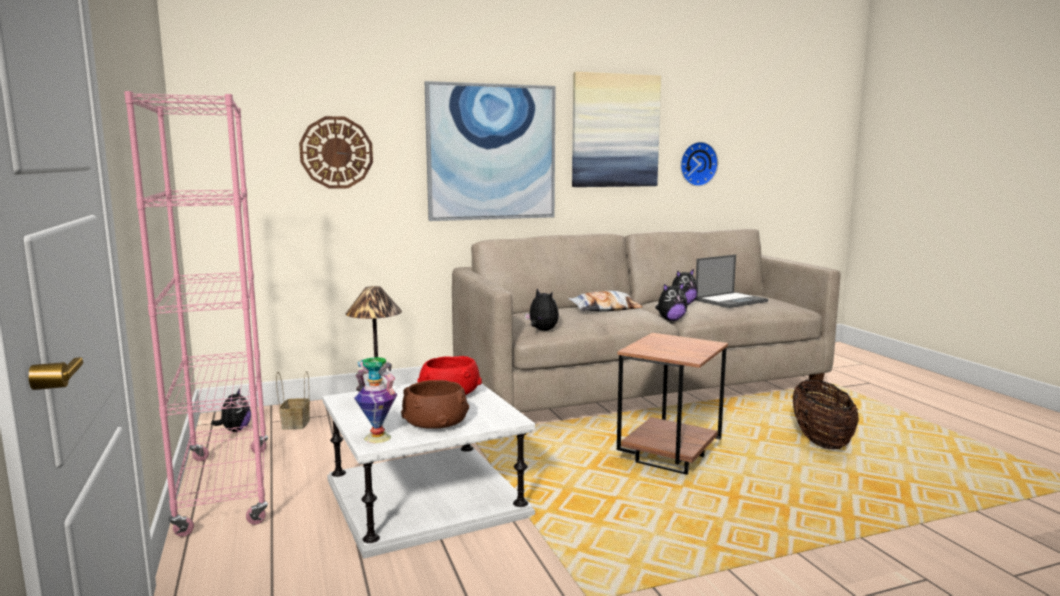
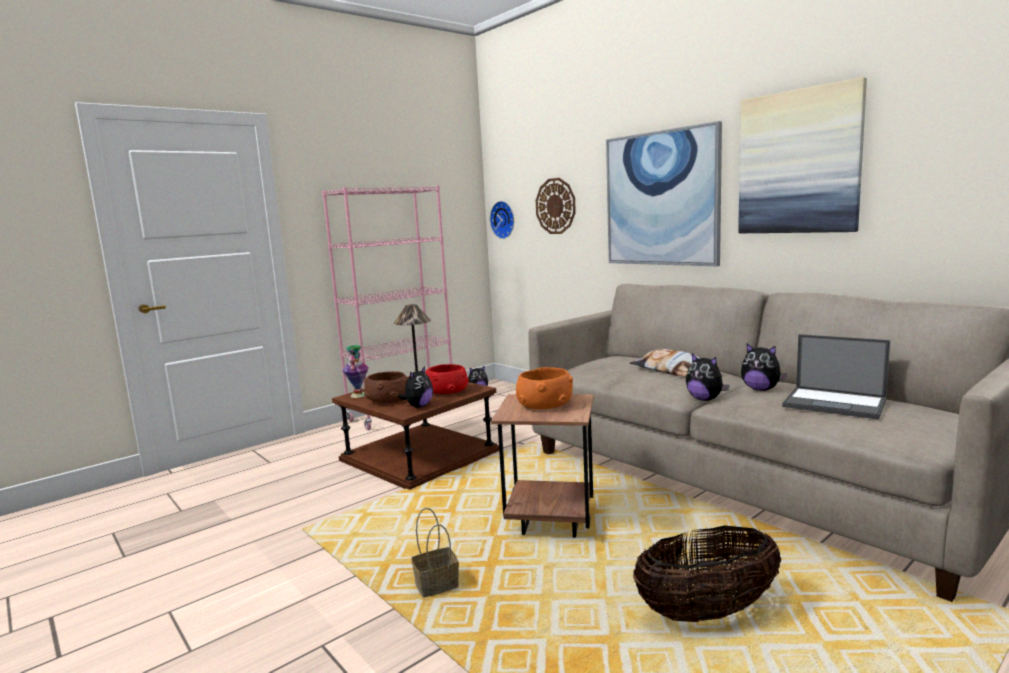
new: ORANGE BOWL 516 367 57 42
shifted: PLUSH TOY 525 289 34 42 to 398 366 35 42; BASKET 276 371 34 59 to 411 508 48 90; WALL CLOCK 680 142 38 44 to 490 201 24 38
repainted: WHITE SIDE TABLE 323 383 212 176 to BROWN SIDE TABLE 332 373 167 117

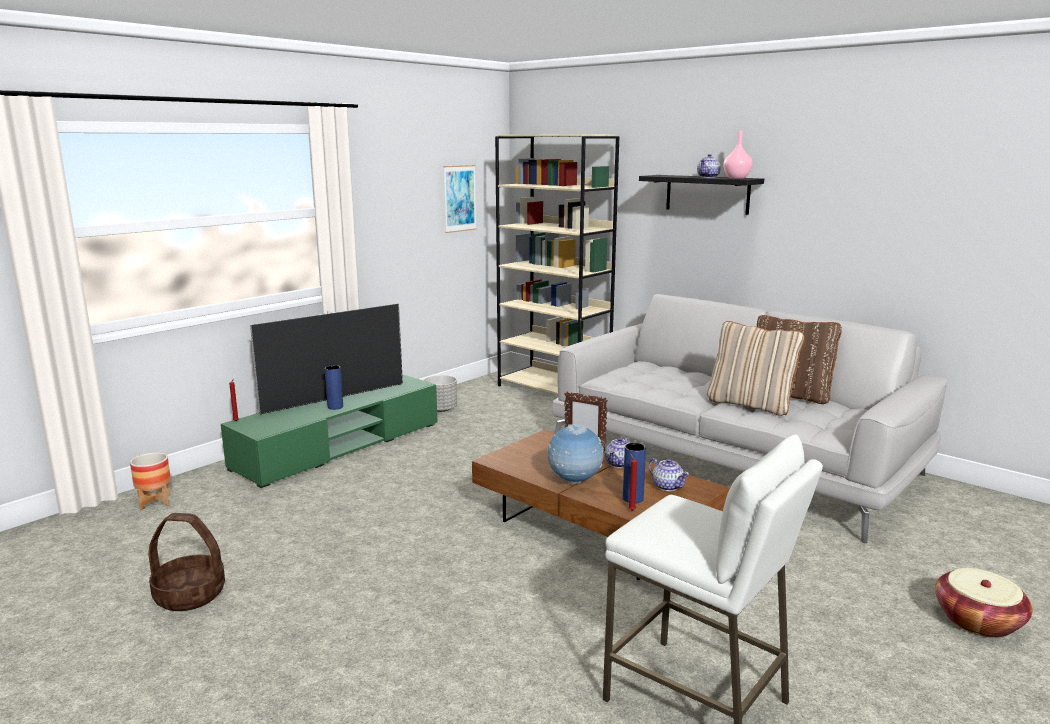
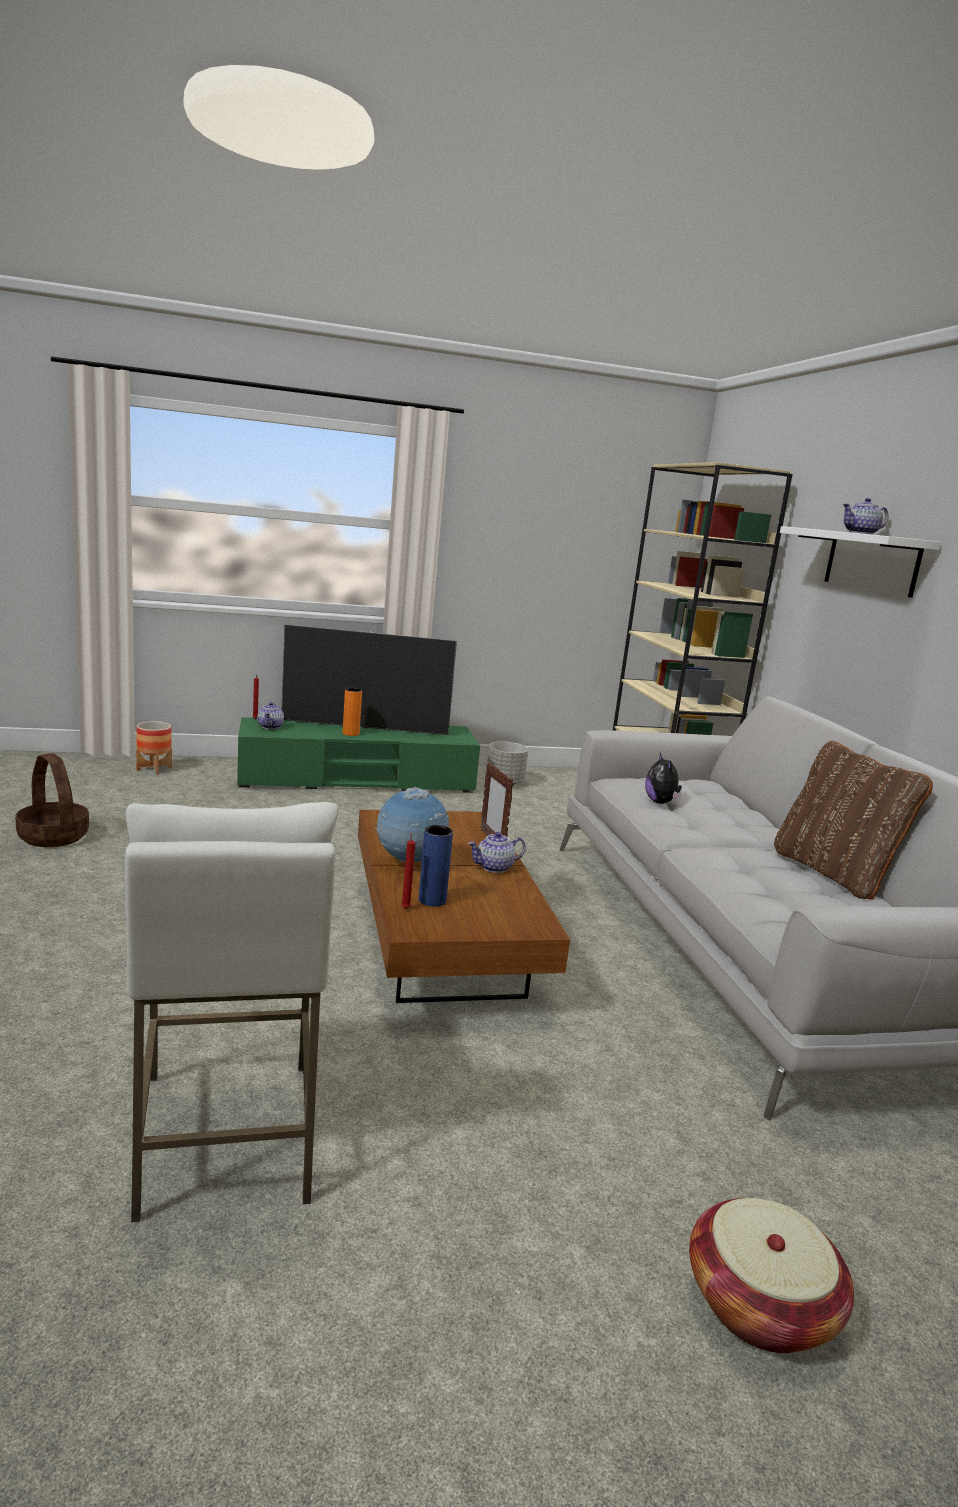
gone: PICTURE 444 165 33 68; BEIGE PILLOW 707 321 98 95; PINK VASE 723 131 30 48
new: PLUSH TOY 645 753 37 51
shifted: TEAPOT 648 458 41 33 to 257 702 27 27
repainted: BLUE VASE 325 365 18 45 to ORANGE VASE 343 688 19 48; BLACK SHELF 639 175 125 40 to WHITE SHELF 780 526 161 72

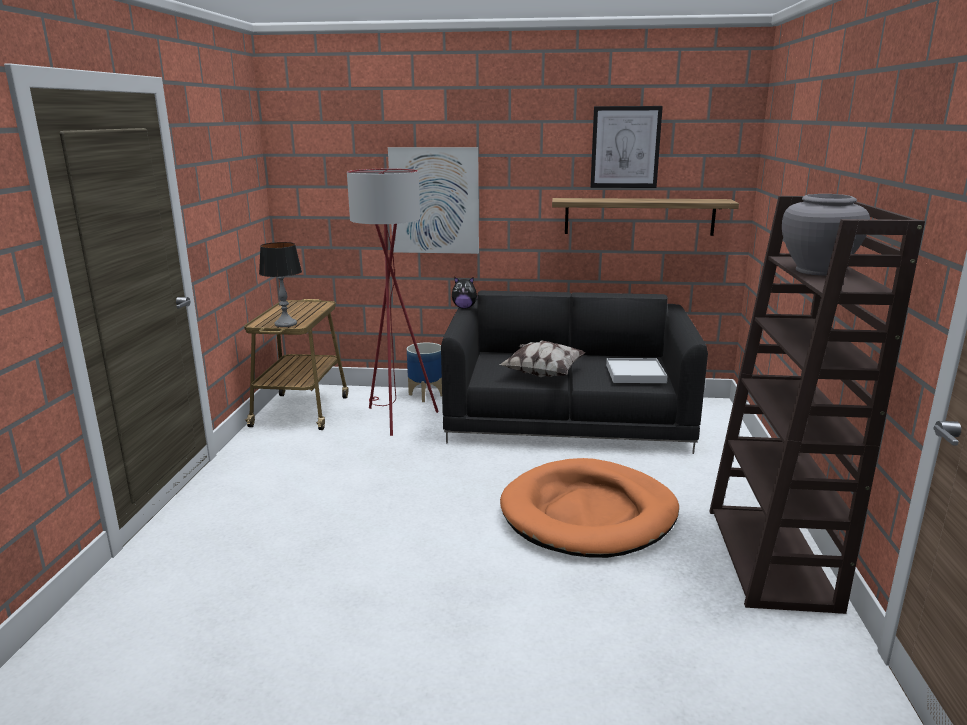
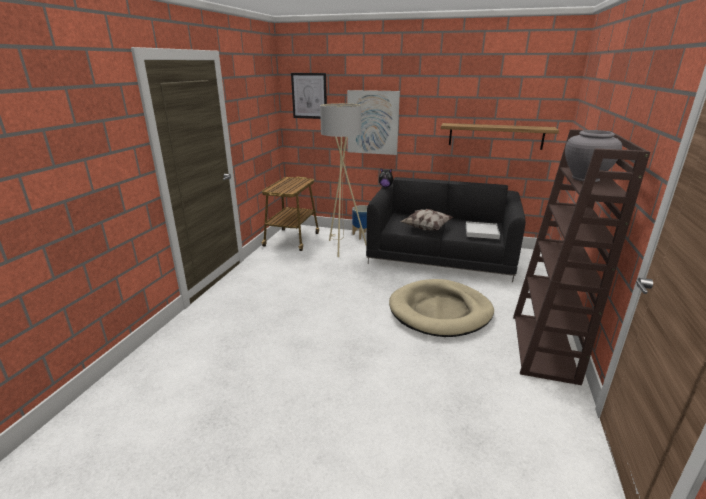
gone: TABLE LAMP 259 242 43 85
shifted: PICTURE 590 106 73 82 to 291 73 36 46
repainted: RED FLOOR LAMP 347 169 92 267 to BEIGE FLOOR LAMP 320 103 46 154; ORANGE DOG BED 500 458 179 100 to BEIGE DOG BED 389 279 105 58

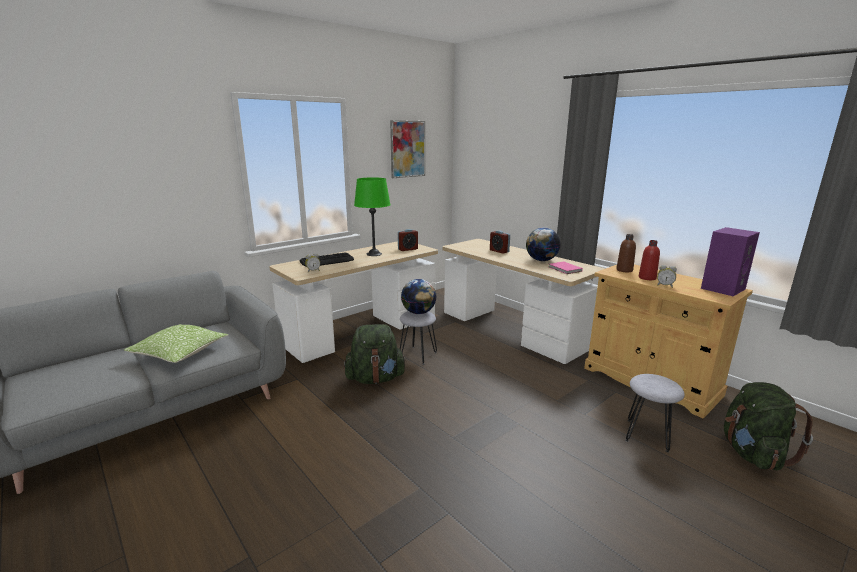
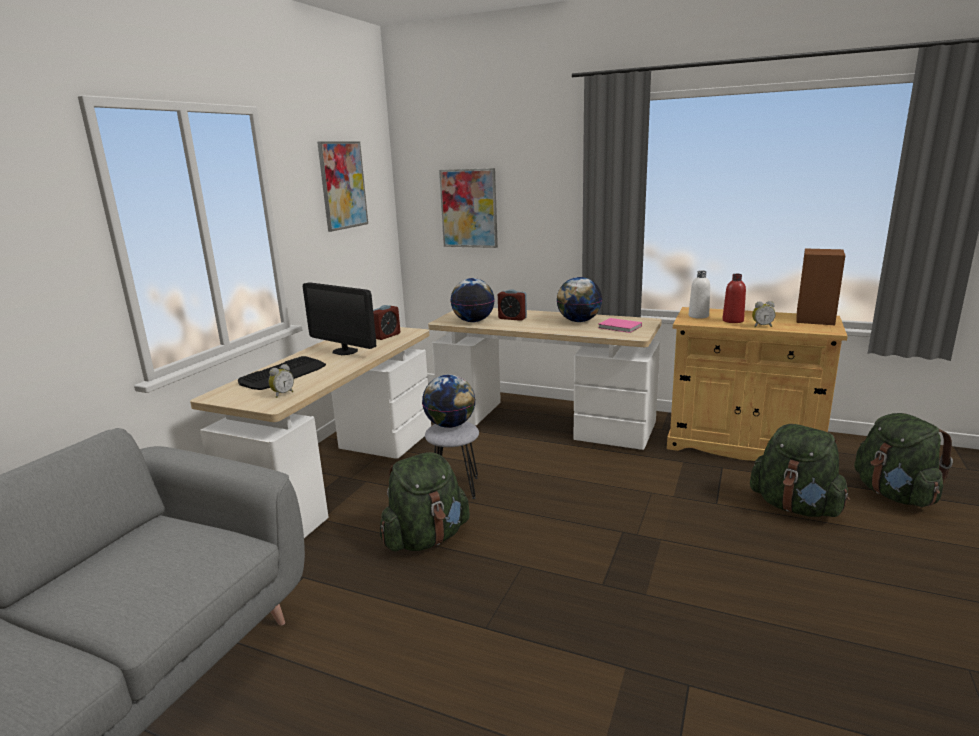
gone: PILLOW 124 324 104 39
new: PICTURE 439 168 59 80; GLOBE 450 278 45 44
swapped: GREEN TABLE LAMP 354 177 37 79 to MONITOR 303 282 73 73; GREY STOOL 625 374 60 79 to GREEN BACKPACK 750 424 100 93
repainted: BROWN BOTTLE 616 234 20 38 to WHITE BOTTLE 689 271 21 48; PURPLE SPEAKER 701 227 59 69 to BROWN SPEAKER 796 249 49 76

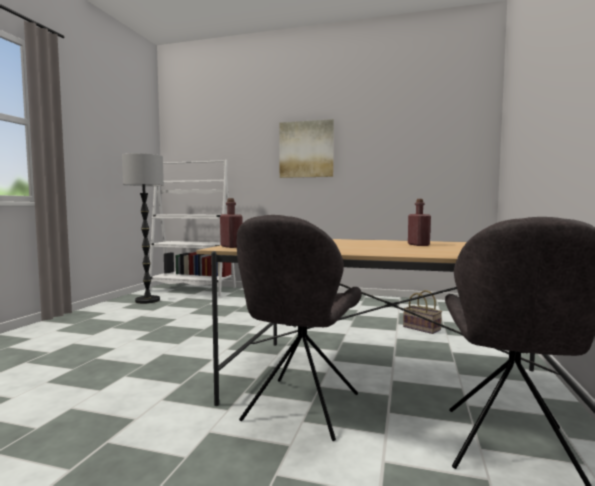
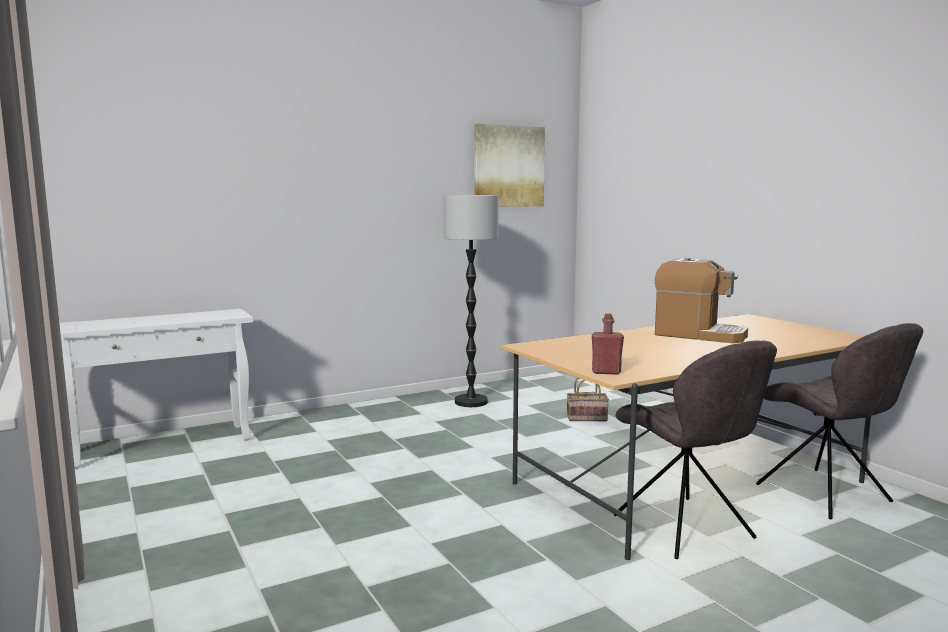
shifted: FLOOR LAMP 122 153 42 151 to 443 195 56 212; PICTURE 279 119 55 59 to 474 124 71 83
swapped: WHITE BOOKCASE 149 160 87 136 to WHITE CONSOLE TABLE 59 309 194 160; RED BOTTLE 408 199 23 47 to COFFEE MACHINE 655 258 93 85

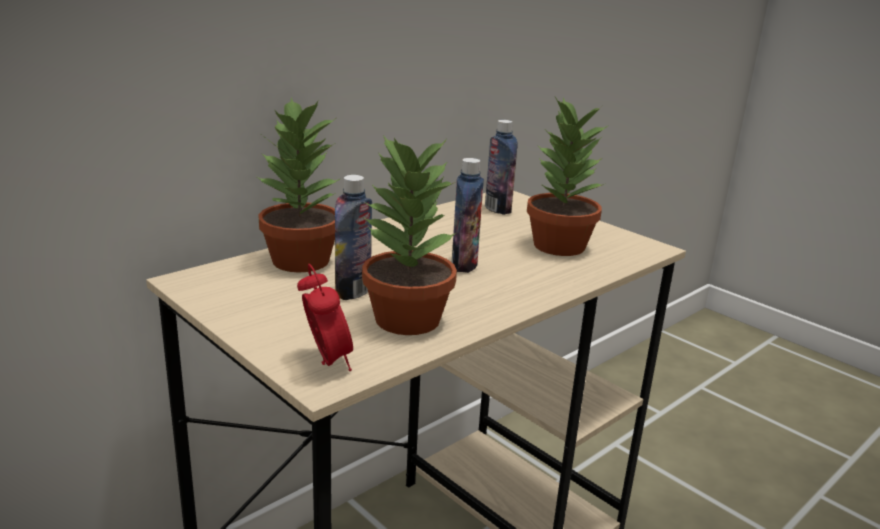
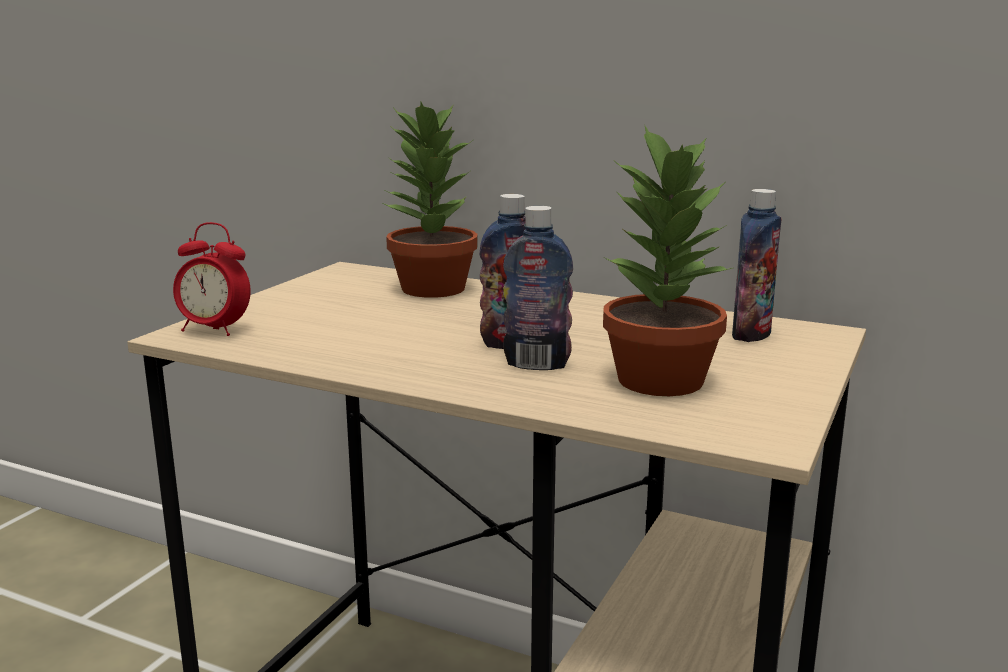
gone: POTTED PLANT 362 135 95 200
shifted: BOTTLE 335 175 37 125 to 503 206 70 164
rotated: ALARM CLOCK 297 264 56 107 = 173 222 78 114 60 degrees clockwise

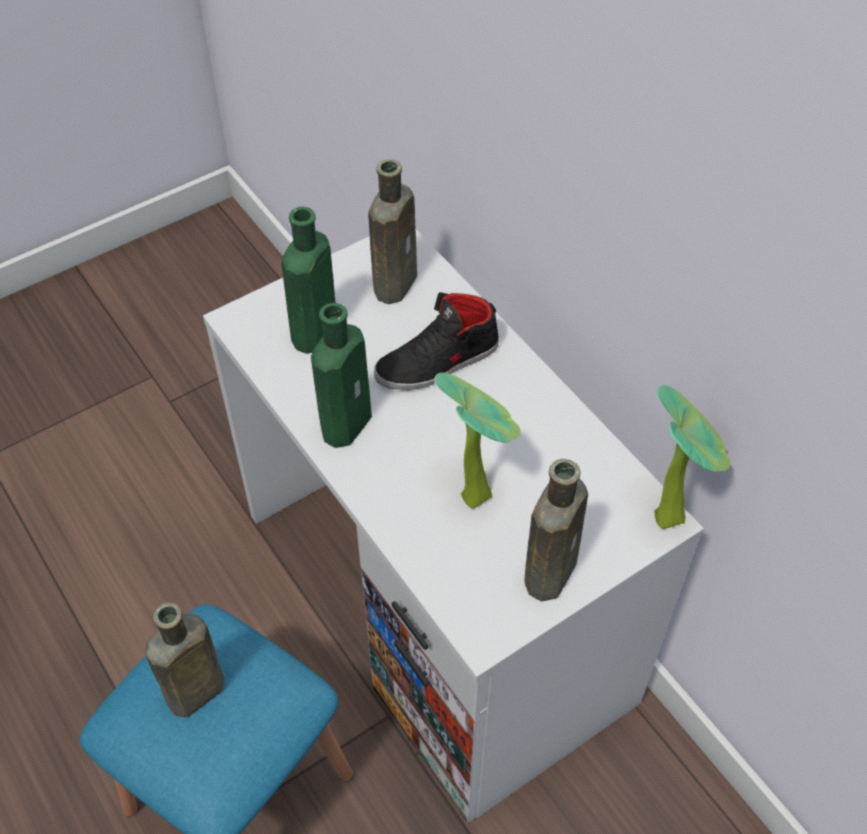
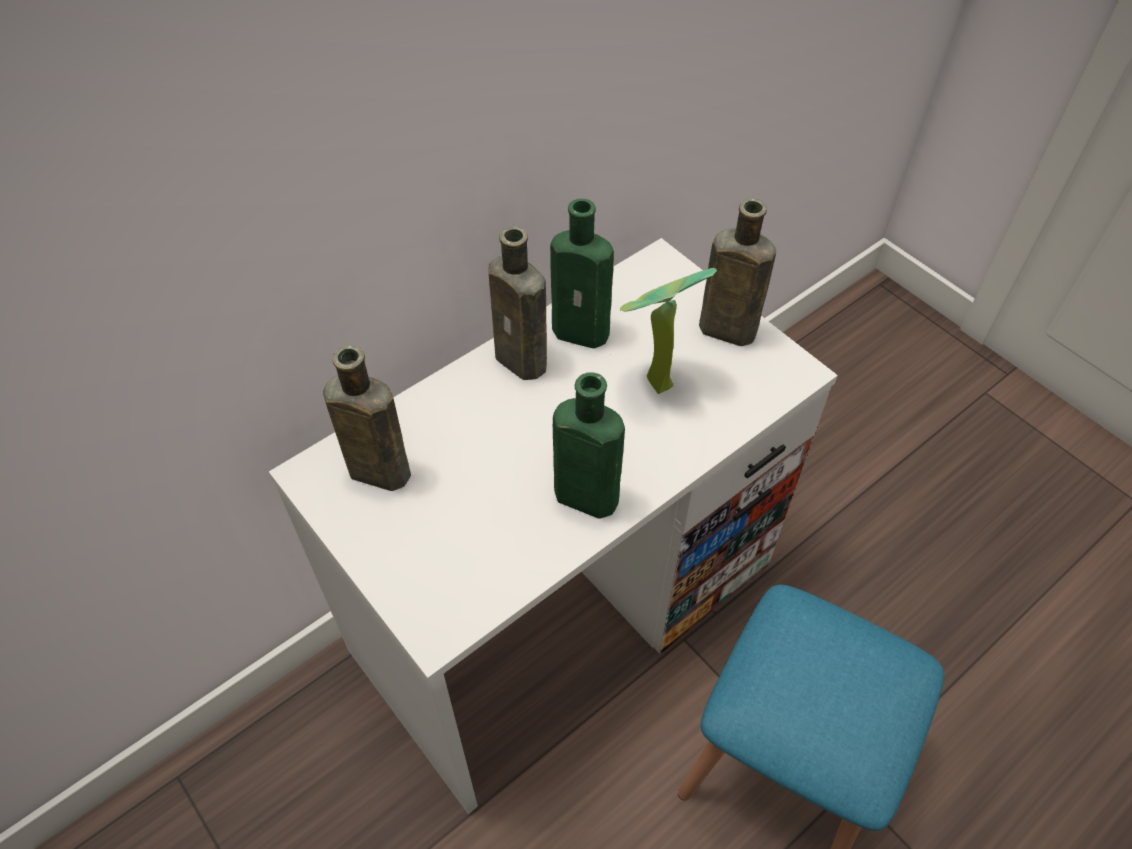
gone: BLACK SHOE 374 292 125 98; POTTED PLANT 654 385 76 144
shifted: BROWN BOTTLE 146 602 78 116 to 489 227 58 153; GREEN BOTTLE 281 207 55 147 to 550 199 64 149

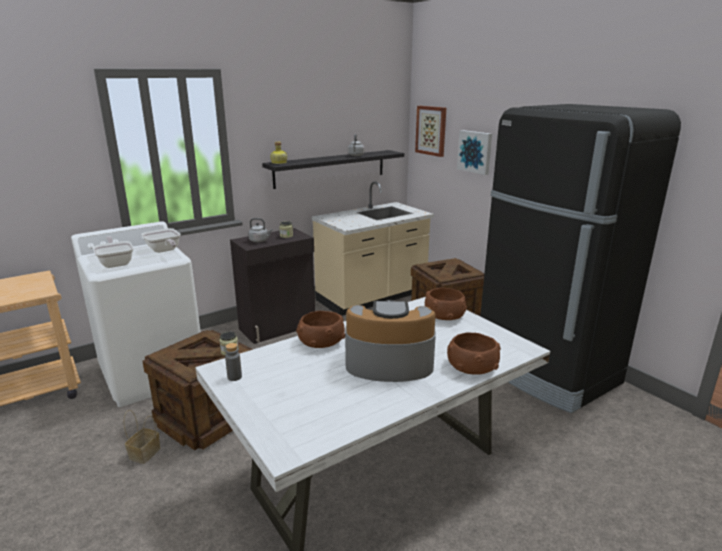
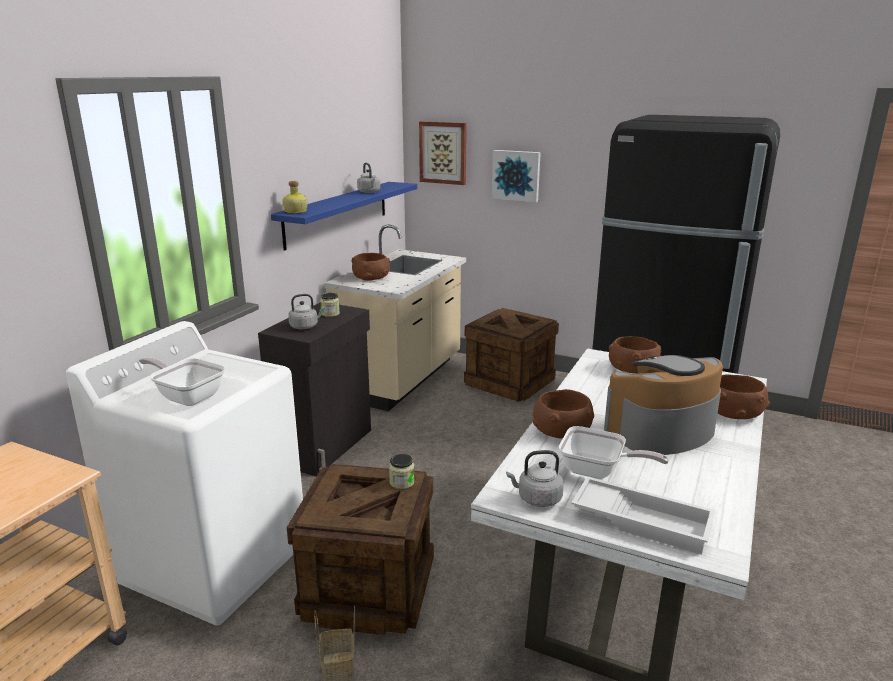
new: BROWN BOWL 351 253 39 28; WHITE TRAY 571 476 144 78
shifted: FRYING PAN 141 228 40 25 to 559 426 110 53
swapped: GREY BOTTLE 225 343 17 38 to GREY KETTLE 506 450 58 57
repainted: BLACK SHELF 262 150 142 39 to BLUE SHELF 271 182 146 69

